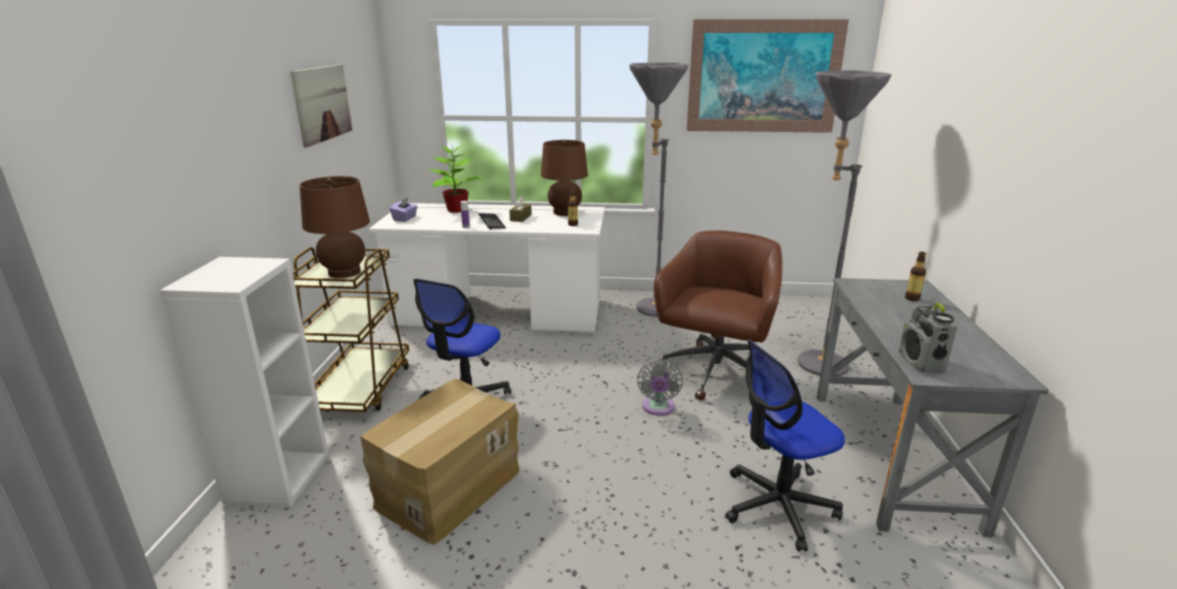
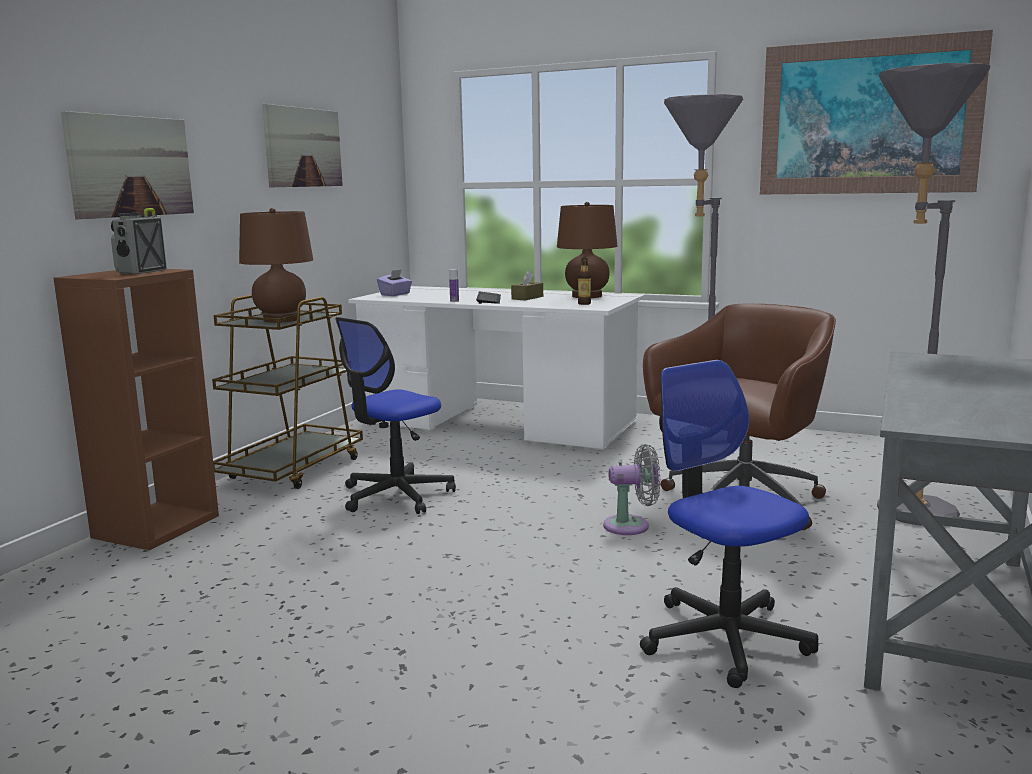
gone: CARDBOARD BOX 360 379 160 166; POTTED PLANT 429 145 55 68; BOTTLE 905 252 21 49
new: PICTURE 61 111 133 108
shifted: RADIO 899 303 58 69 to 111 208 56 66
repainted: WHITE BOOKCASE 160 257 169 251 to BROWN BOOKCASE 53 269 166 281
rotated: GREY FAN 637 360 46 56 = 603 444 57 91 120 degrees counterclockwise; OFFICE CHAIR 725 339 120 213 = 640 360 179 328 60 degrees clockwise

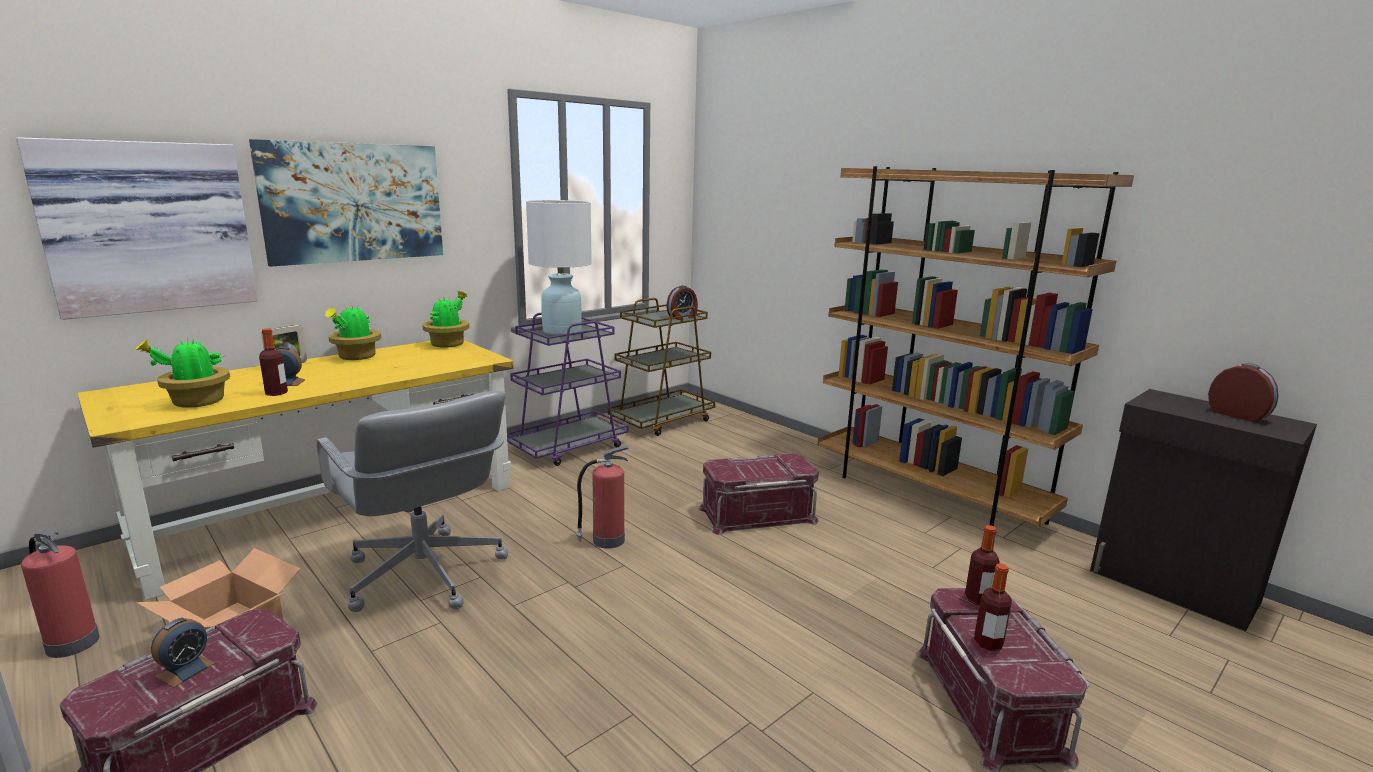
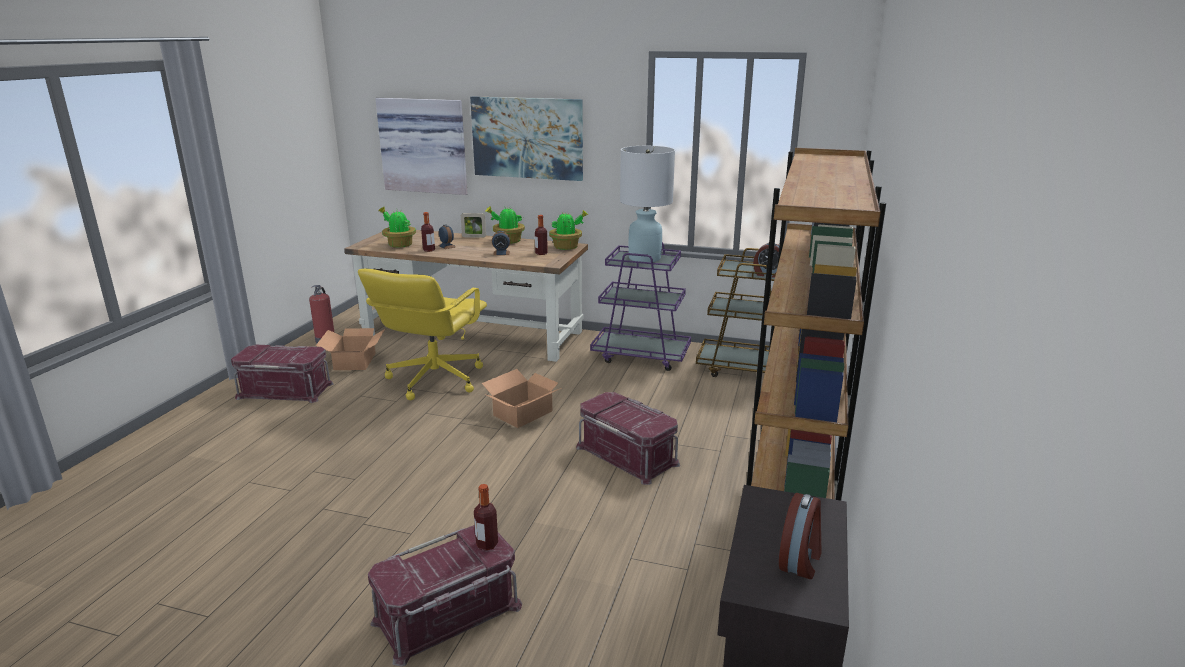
shifted: ALARM CLOCK 151 617 64 71 to 492 231 18 24; BOTTLE 974 563 38 88 to 535 215 13 40
swapped: FIRE EXTINGUISHER 576 445 53 104 to CARDBOARD BOX 482 369 79 59
repainted: YELLOW DESK 77 340 437 261 to BROWN DESK 344 230 244 132; GREY OFFICE CHAIR 316 391 192 221 to YELLOW OFFICE CHAIR 358 269 129 131

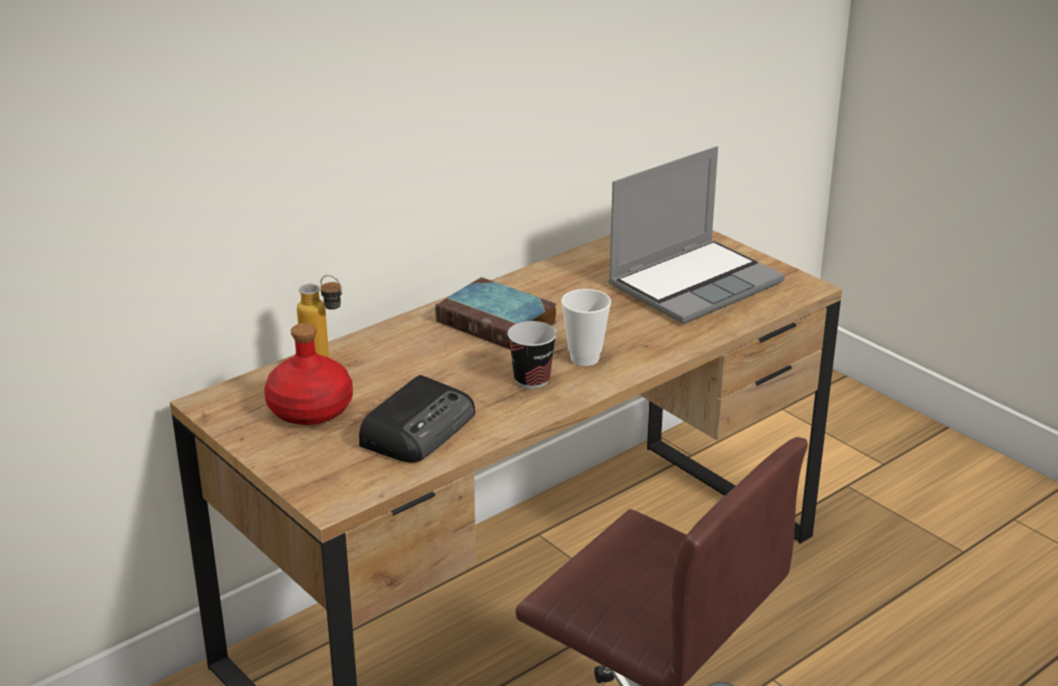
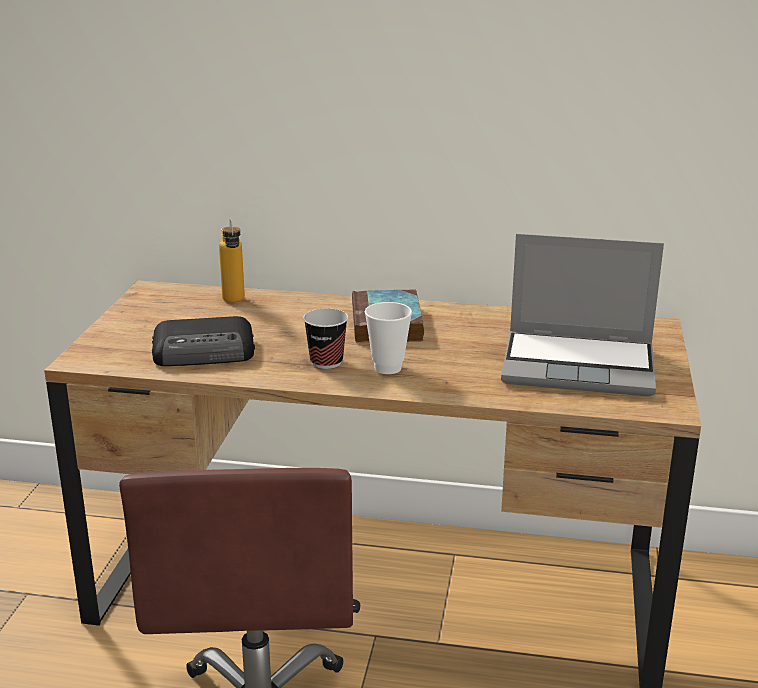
gone: RED BOTTLE 264 323 89 102

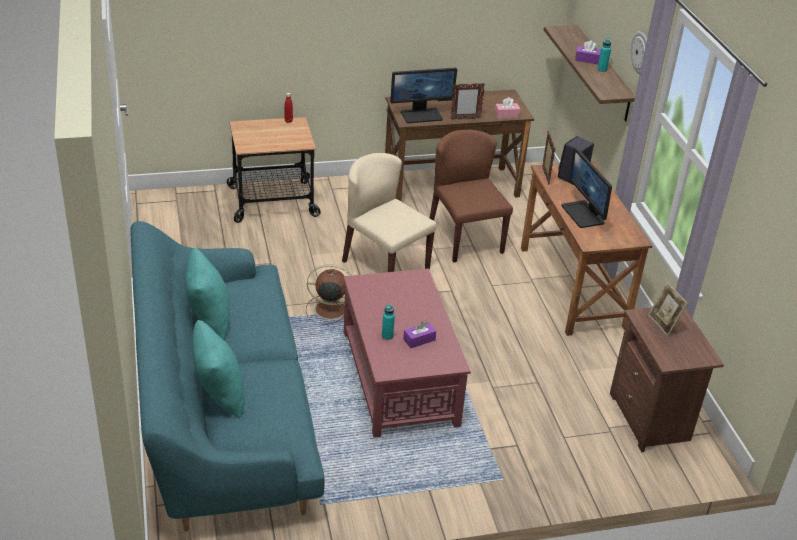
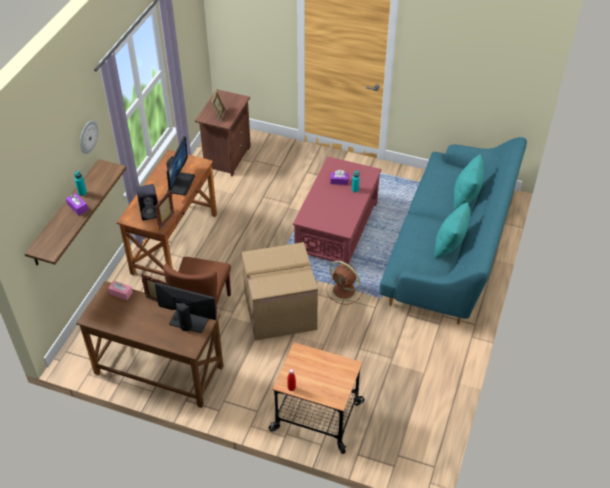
swapped: BEIGE CHAIR 342 153 95 119 to CARDBOARD BOX 242 242 76 99

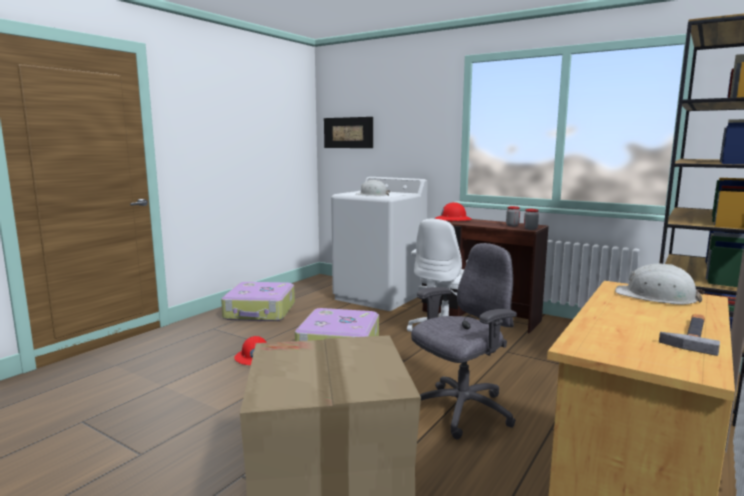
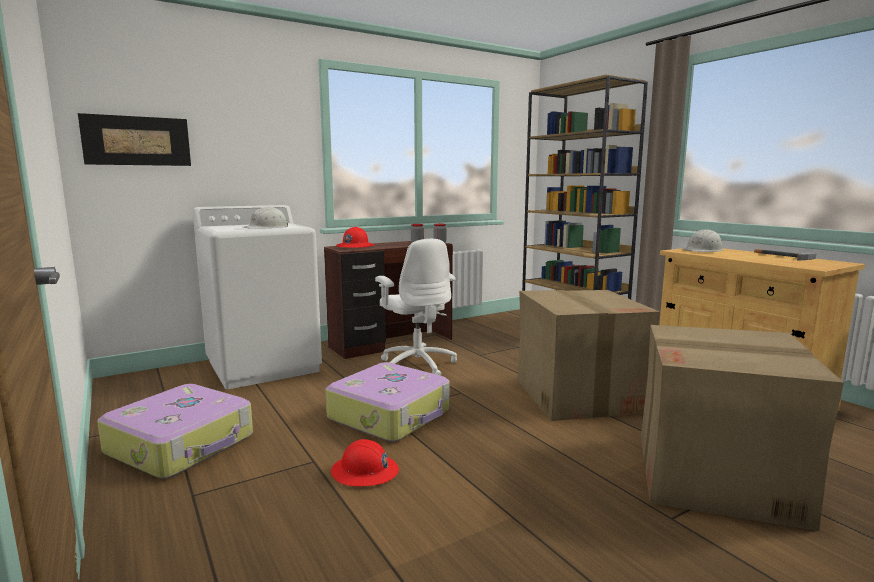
swapped: GREY OFFICE CHAIR 411 243 106 196 to CARDBOARD BOX 518 290 142 131

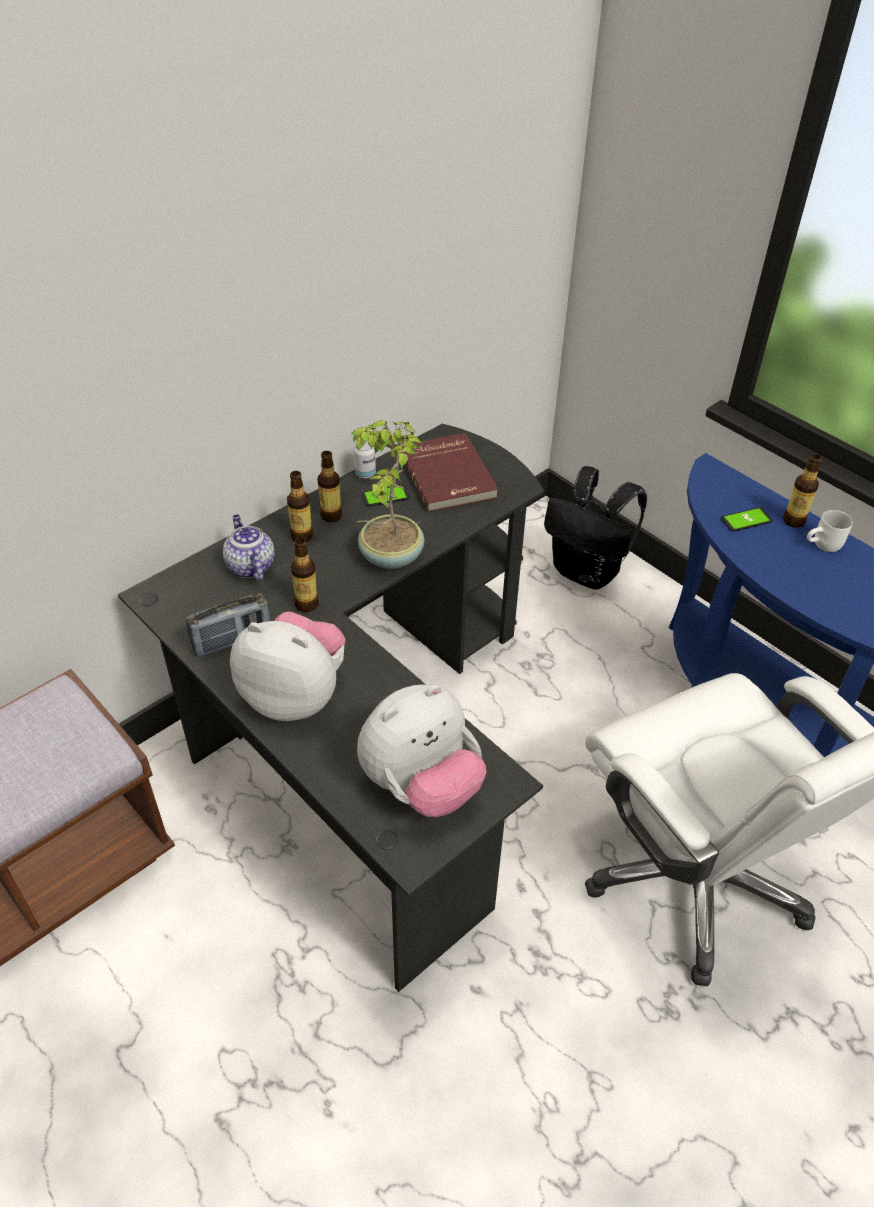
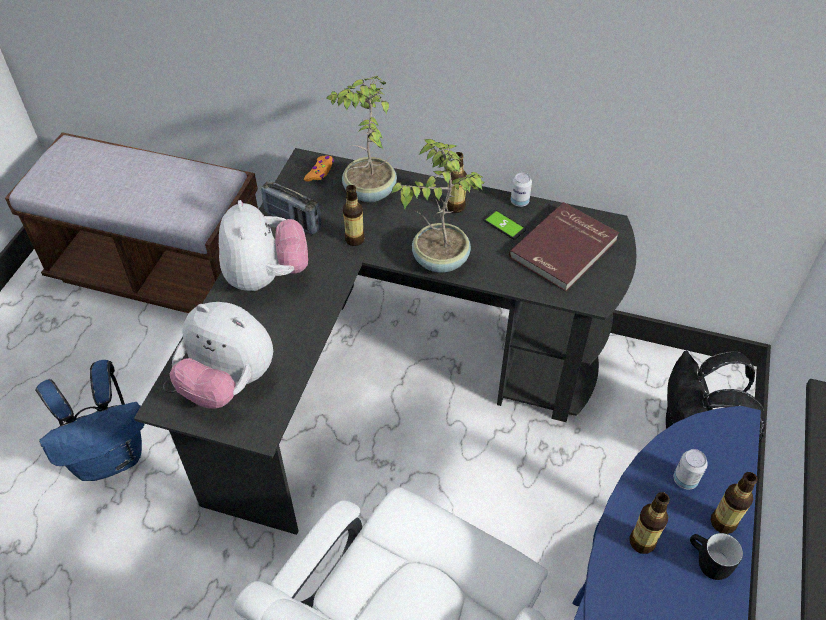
new: BLUE BACKPACK 35 360 109 121; ORANGE GAME CONTROLLER 304 156 30 26
shifted: BOTTLE 287 471 26 71 to 629 492 41 62
swapped: TEAPOT 223 514 52 67 to POTTED PLANT 327 75 70 128; PHONE 721 507 52 25 to CAN 674 449 34 41
repainted: WHITE MUG 807 509 46 43 to BLACK MUG 690 533 53 47

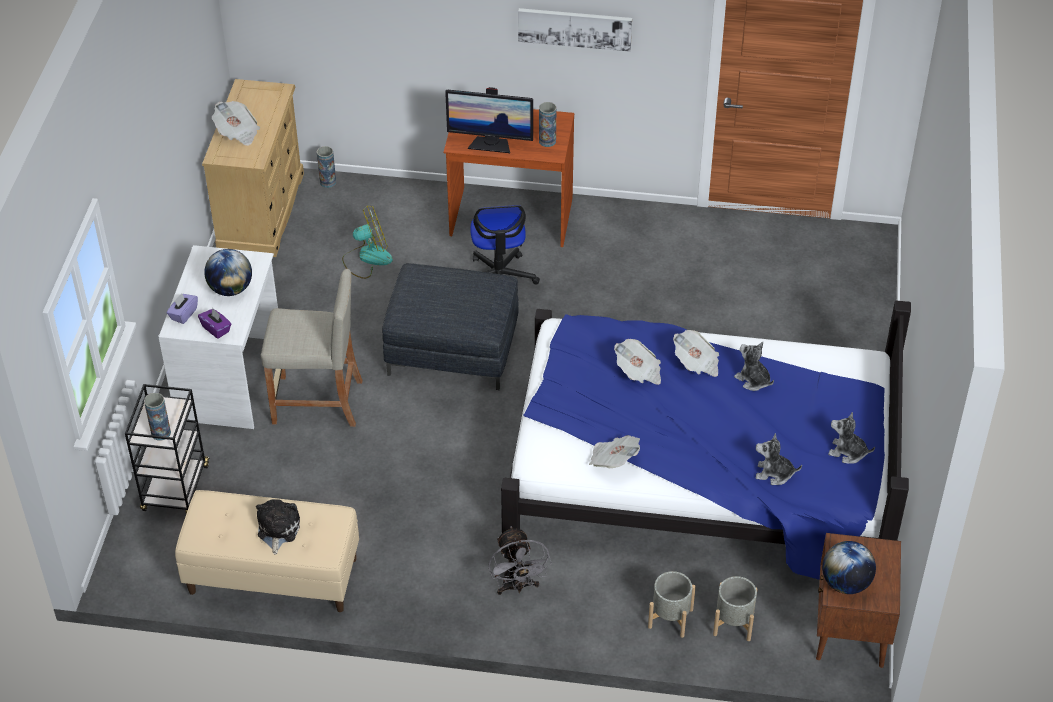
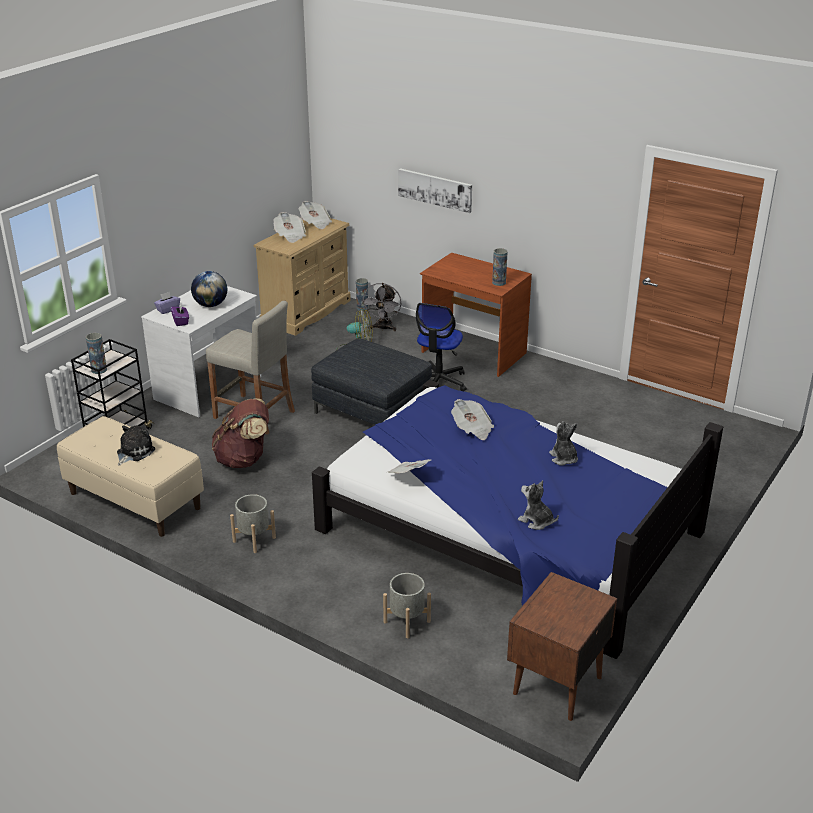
gone: MONITOR 445 87 88 66; GLOBE 822 541 54 53; PLUSH TOY 828 412 47 52
new: BROWN BACKPACK 212 399 57 69
shifted: GREY PLANTER 713 576 45 65 to 230 494 46 59; NEWSPAPER 673 330 46 47 to 299 201 33 28; GREY FAN 488 526 64 69 to 362 283 39 48; PICTURE 518 8 114 44 to 398 168 74 45

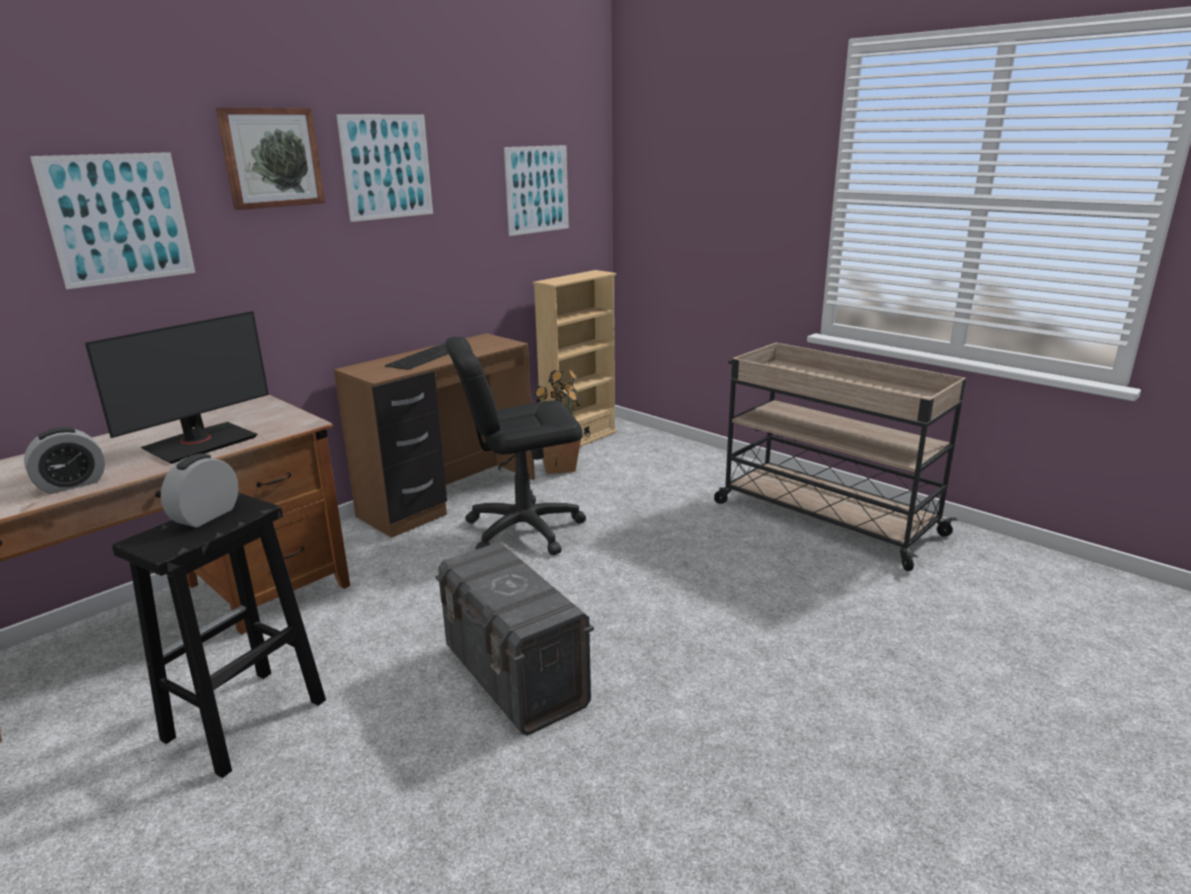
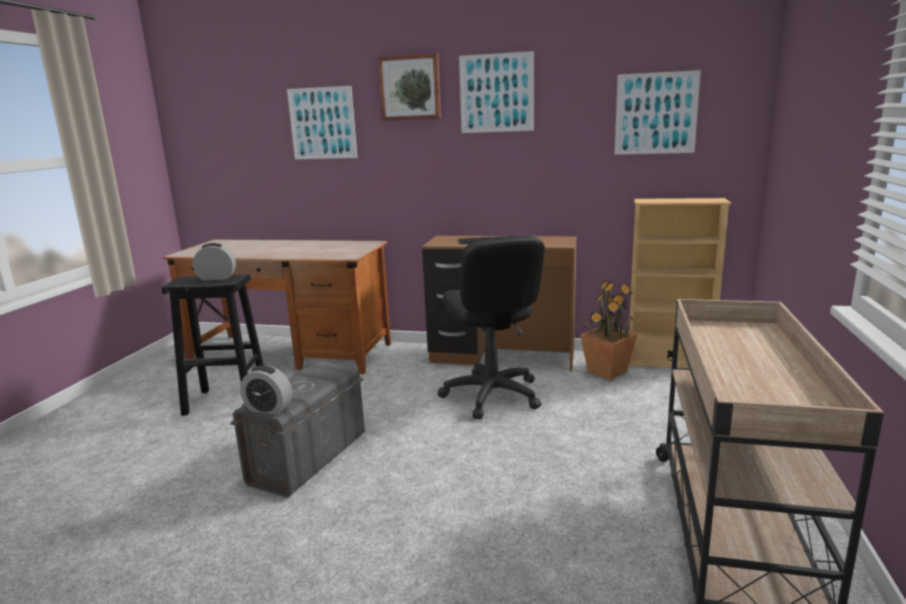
gone: MONITOR 85 311 184 153
shifted: ALARM CLOCK 24 427 81 67 to 240 365 52 50
rotated: BLACK OFFICE CHAIR 446 337 140 218 = 438 236 107 183 150 degrees counterclockwise

